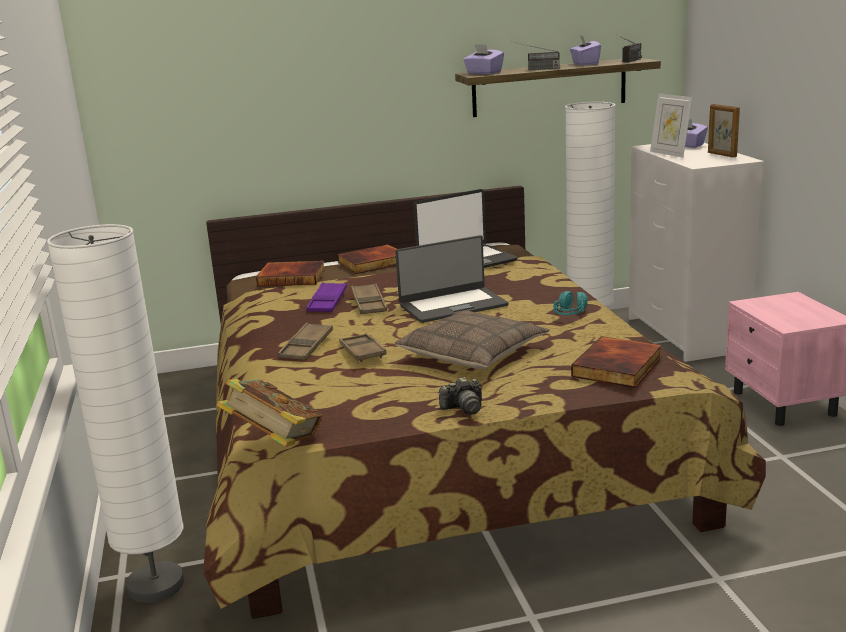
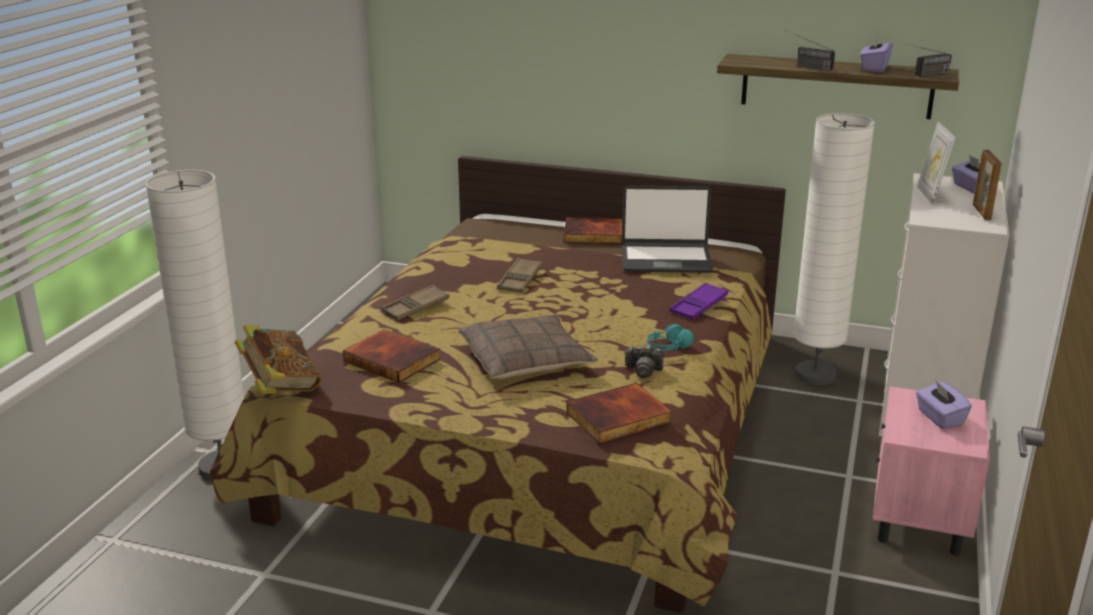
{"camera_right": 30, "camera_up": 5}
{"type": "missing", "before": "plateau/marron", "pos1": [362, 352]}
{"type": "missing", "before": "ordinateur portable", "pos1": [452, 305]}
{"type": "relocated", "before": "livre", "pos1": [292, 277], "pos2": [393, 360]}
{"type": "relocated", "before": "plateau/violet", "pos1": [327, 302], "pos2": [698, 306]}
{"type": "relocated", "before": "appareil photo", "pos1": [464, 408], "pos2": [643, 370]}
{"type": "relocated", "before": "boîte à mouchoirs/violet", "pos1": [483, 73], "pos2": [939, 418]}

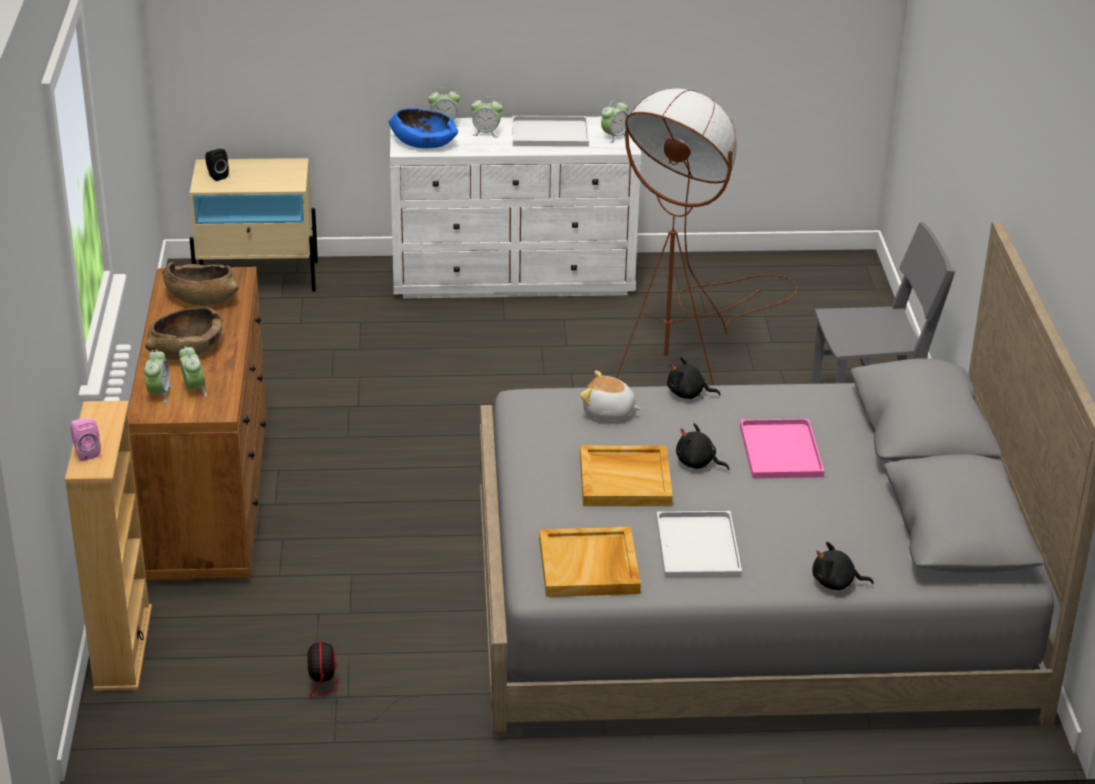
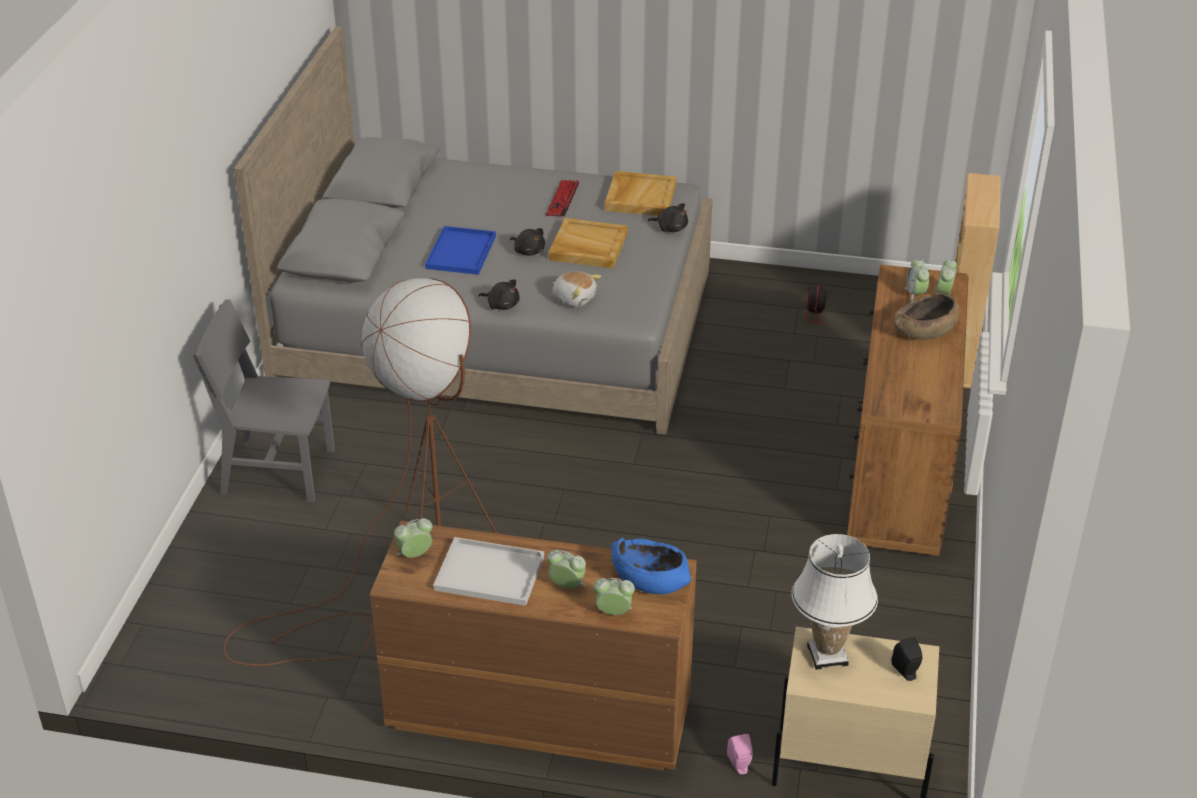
{"camera_right": -165, "camera_up": 5}
{"type": "missing", "before": "bol/marron", "pos1": [200, 297]}
{"type": "appeared", "after": "lampe de table/blanc", "pos2": [827, 655]}
{"type": "relocated", "before": "enceinte/rose", "pos1": [85, 452], "pos2": [740, 766]}
{"type": "relocated", "before": "peluche/noir", "pos1": [836, 583], "pos2": [670, 228]}
{"type": "exchanged", "before": "plateau/blanc", "after": "clavier", "pos1": [696, 545], "pos2": [562, 200]}
{"type": "colour", "before": "commode/blanc", "after": "commode/marron", "pos1": [515, 277], "pos2": [537, 713]}
{"type": "colour", "before": "plateau/rose", "after": "plateau/bleu", "pos1": [782, 452], "pos2": [460, 251]}

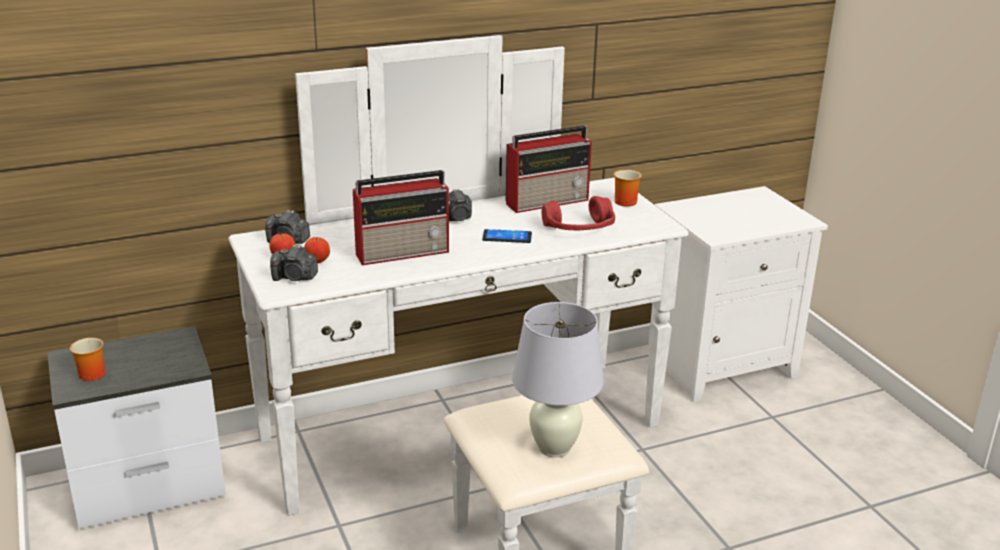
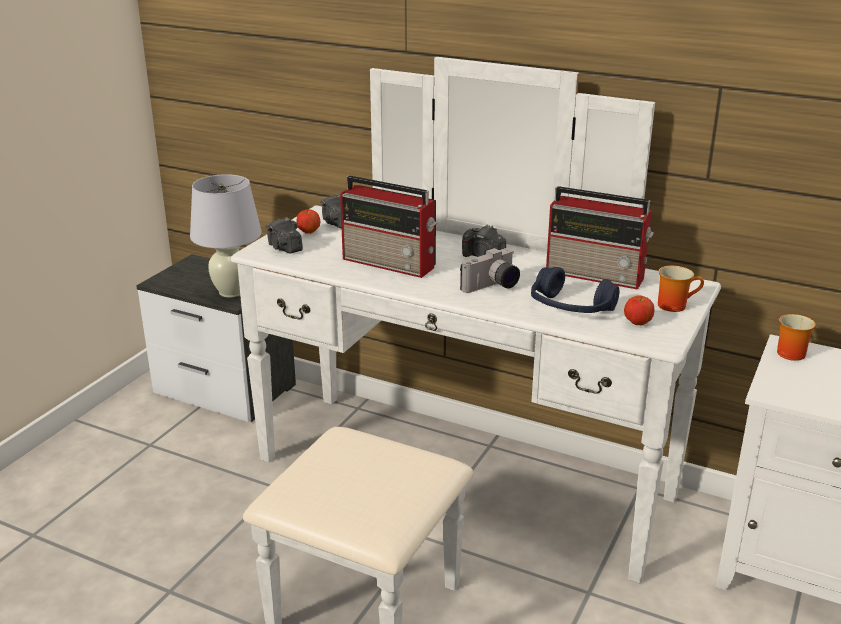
{"camera_right": 50, "camera_up": 0}
{"type": "relocated", "before": "mug", "pos1": [88, 373], "pos2": [788, 352]}
{"type": "relocated", "before": "pomme", "pos1": [317, 261], "pos2": [637, 323]}
{"type": "relocated", "before": "lampe de table/blanc", "pos1": [554, 447], "pos2": [232, 292]}
{"type": "exchanged", "before": "téléphone", "after": "appareil photo", "pos1": [507, 237], "pos2": [492, 287]}
{"type": "colour", "before": "casque audio/rouge", "after": "casque audio/bleu", "pos1": [579, 229], "pos2": [570, 308]}

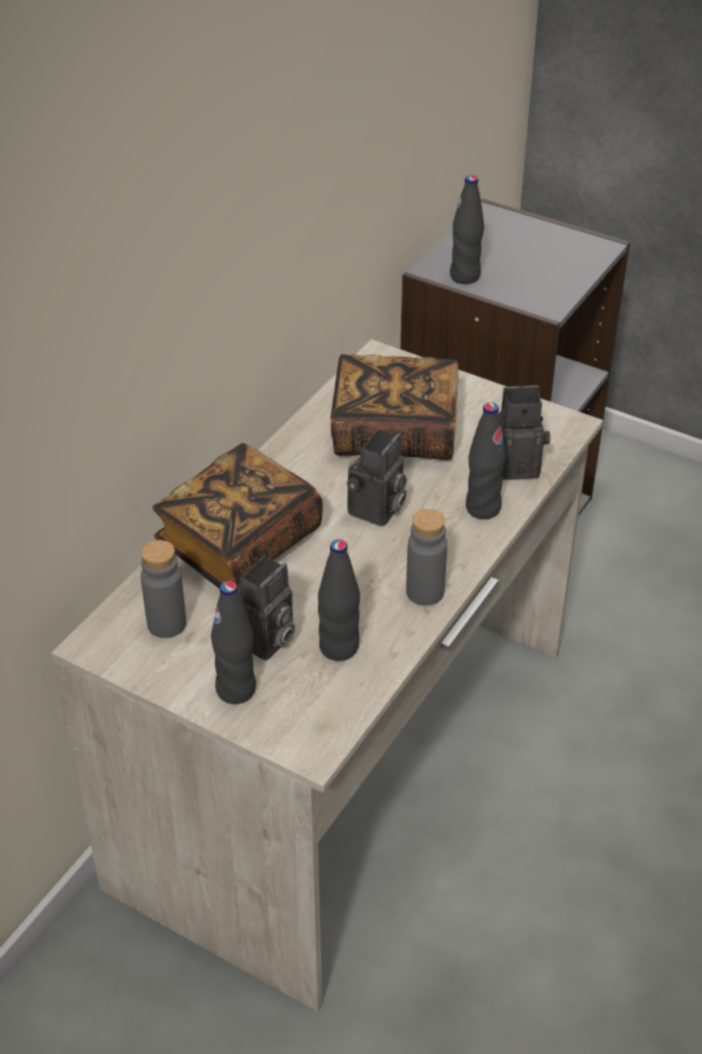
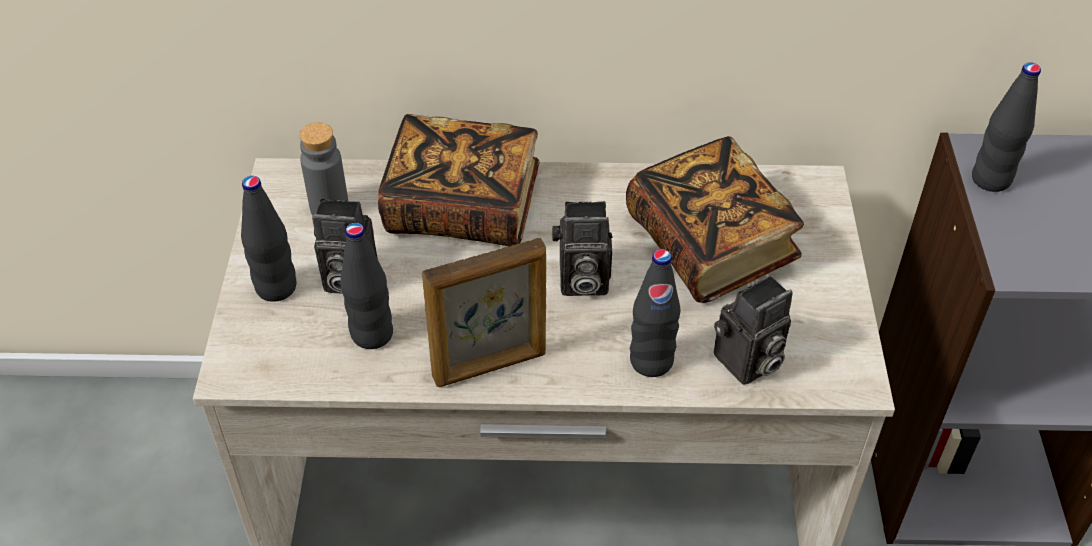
{"camera_right": 60, "camera_up": 5}
{"type": "exchanged", "before": "bouteille/gris", "after": "cadre photo", "pos1": [425, 592], "pos2": [490, 366]}
{"type": "spun", "before": "appareil photo", "pos1": [518, 464], "pos2": [747, 363], "turn": 90}

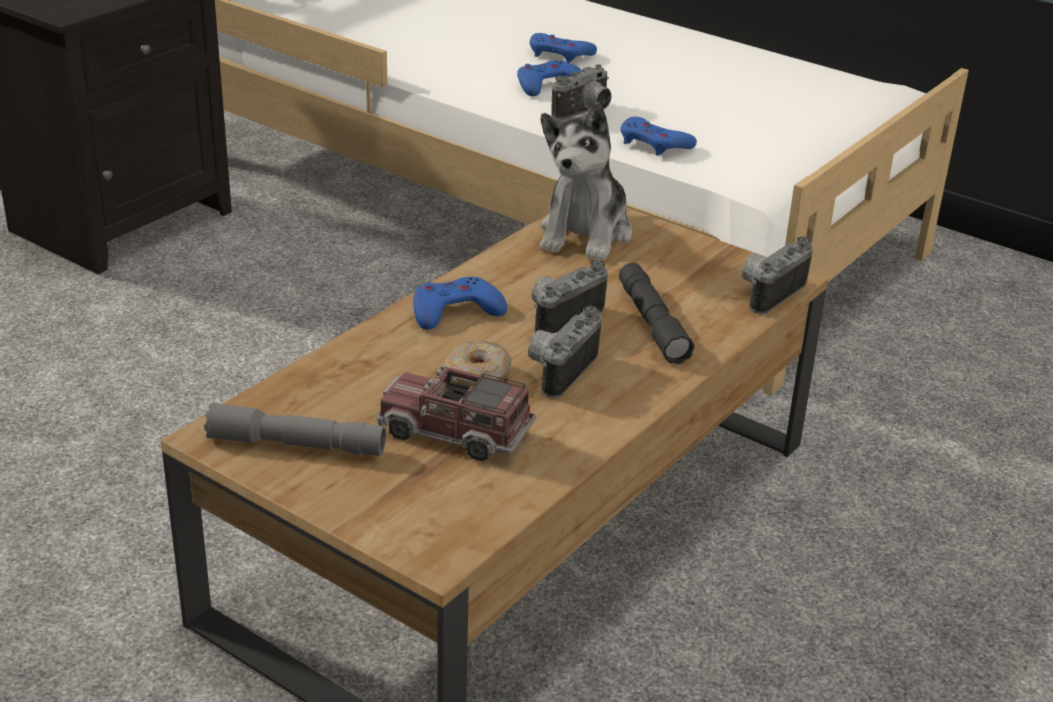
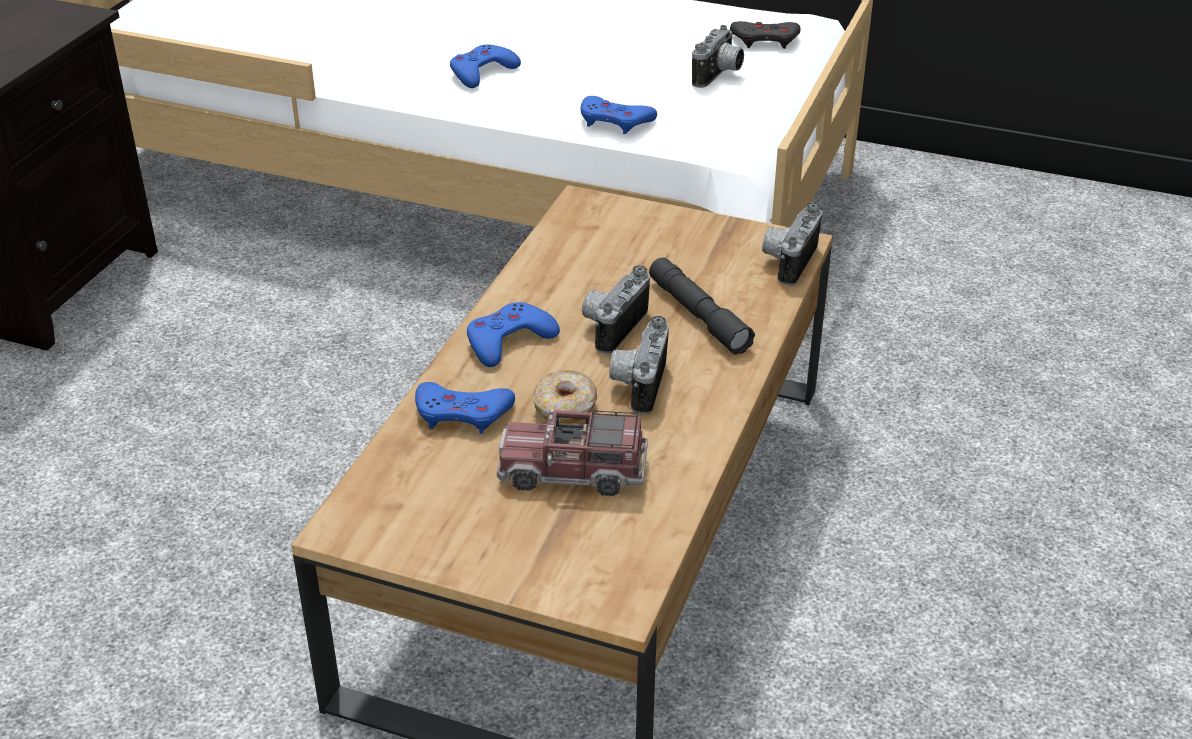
{"camera_right": -15, "camera_up": 5}
{"type": "missing", "before": "lampe de poche/gris", "pos1": [296, 445]}
{"type": "missing", "before": "peluche", "pos1": [585, 234]}
{"type": "appeared", "after": "manette/gris", "pos2": [765, 40]}
{"type": "relocated", "before": "manette/bleu", "pos1": [559, 54], "pos2": [463, 413]}
{"type": "relocated", "before": "appareil photo", "pos1": [585, 113], "pos2": [719, 76]}

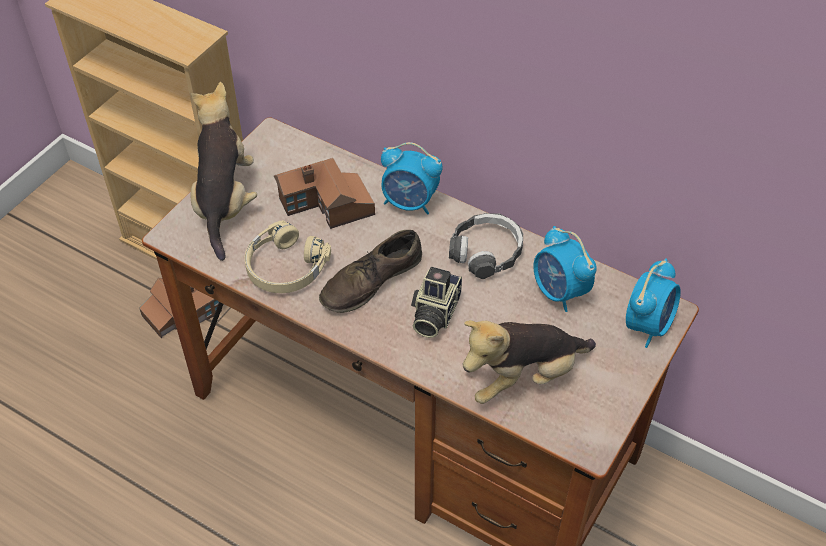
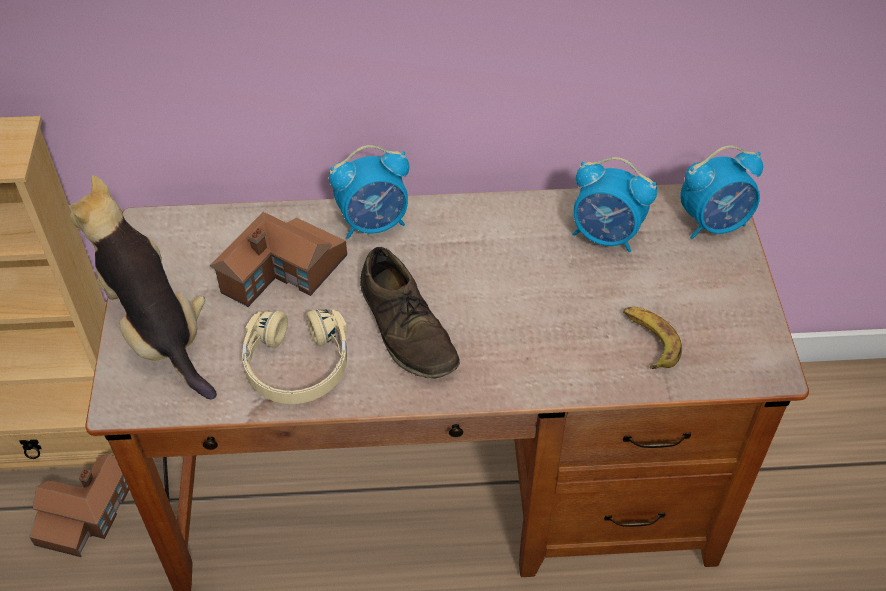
{"camera_right": -35, "camera_up": 0}
{"type": "missing", "before": "appareil photo", "pos1": [433, 313]}
{"type": "missing", "before": "casque audio", "pos1": [486, 252]}
{"type": "exchanged", "before": "peluche", "after": "banane", "pos1": [522, 377], "pos2": [649, 340]}
{"type": "spun", "before": "chaussure/marron", "pos1": [371, 281], "pos2": [407, 328], "turn": -45}
{"type": "spun", "before": "réveil", "pos1": [648, 325], "pos2": [714, 223], "turn": 75}

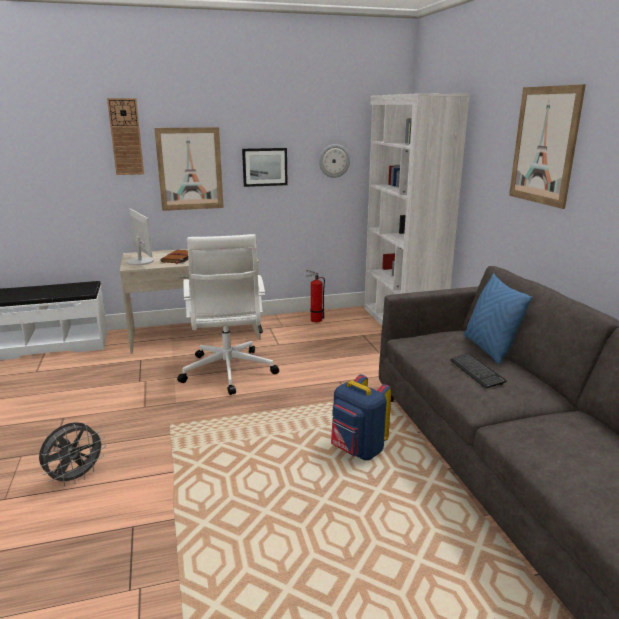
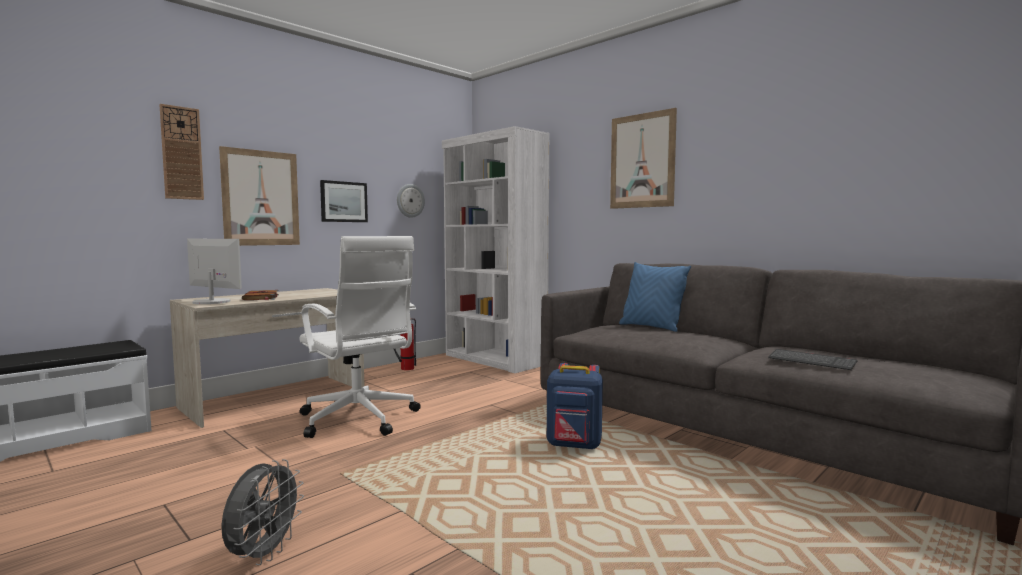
{"camera_right": -30, "camera_up": -15}
{"type": "relocated", "before": "clavier", "pos1": [476, 372], "pos2": [811, 361]}

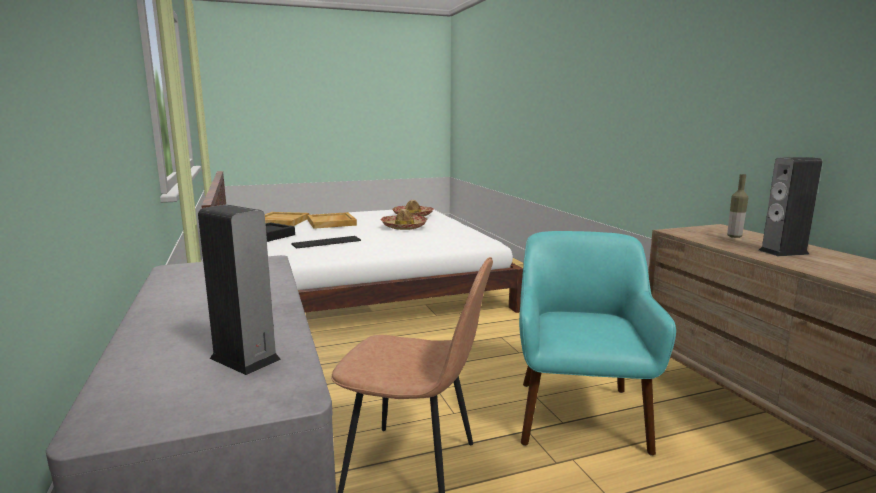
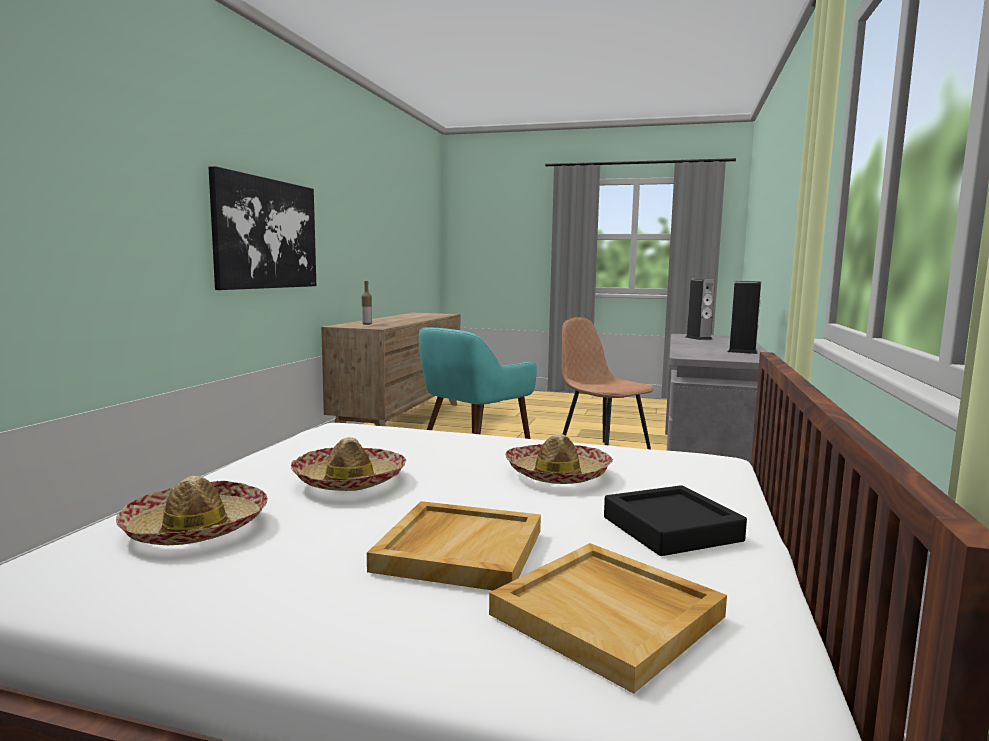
{"camera_right": -145, "camera_up": -5}
{"type": "appeared", "after": "tableau", "pos2": [266, 234]}
{"type": "relocated", "before": "enceinte", "pos1": [783, 252], "pos2": [742, 351]}
{"type": "exchanged", "before": "clavier", "after": "chapeau", "pos1": [327, 242], "pos2": [558, 474]}

